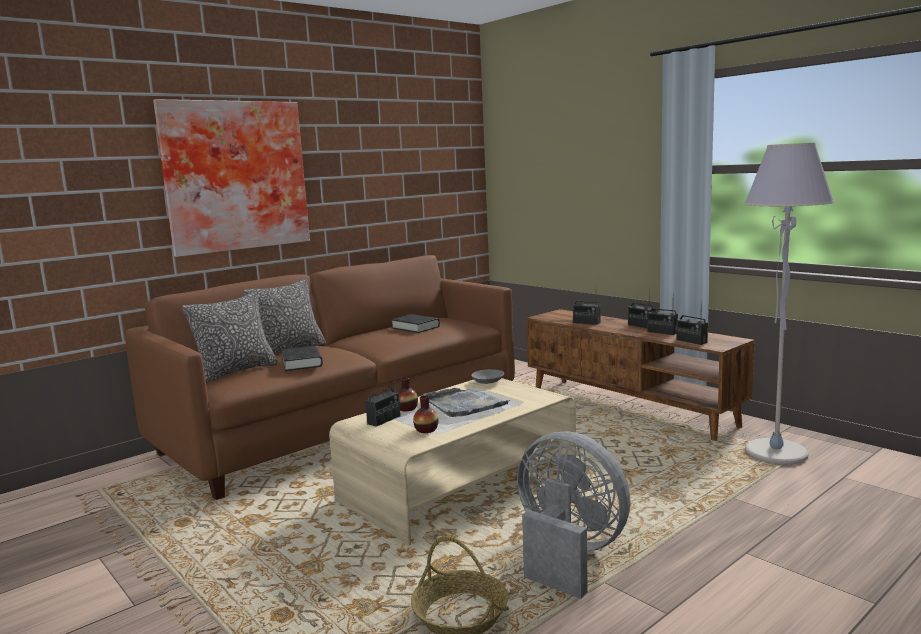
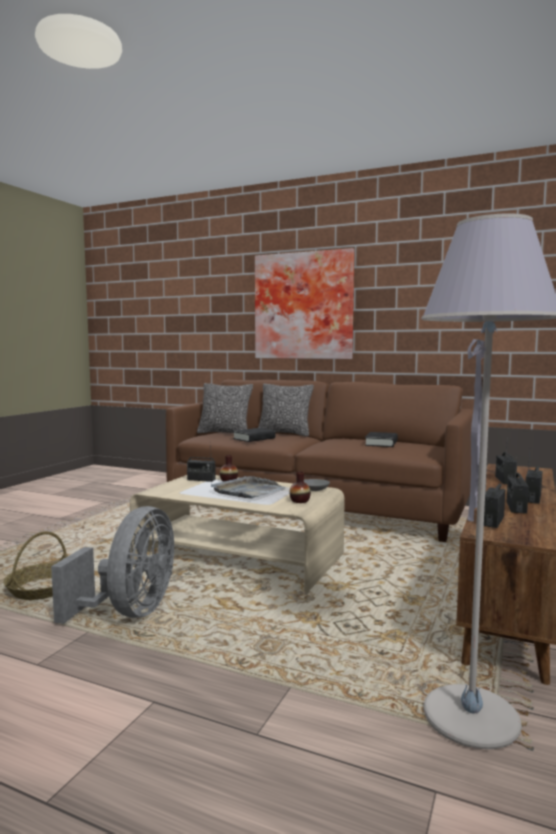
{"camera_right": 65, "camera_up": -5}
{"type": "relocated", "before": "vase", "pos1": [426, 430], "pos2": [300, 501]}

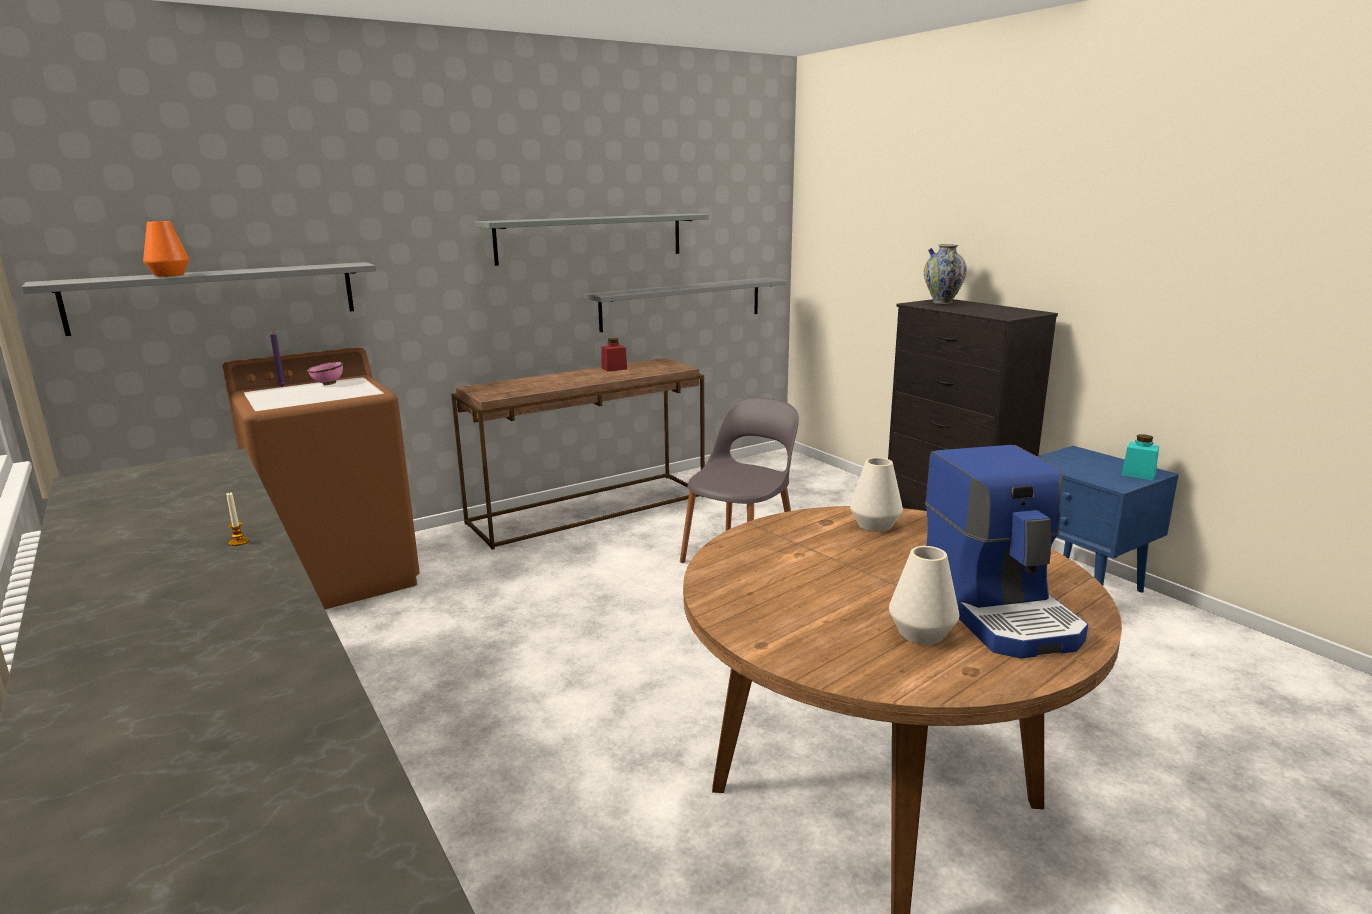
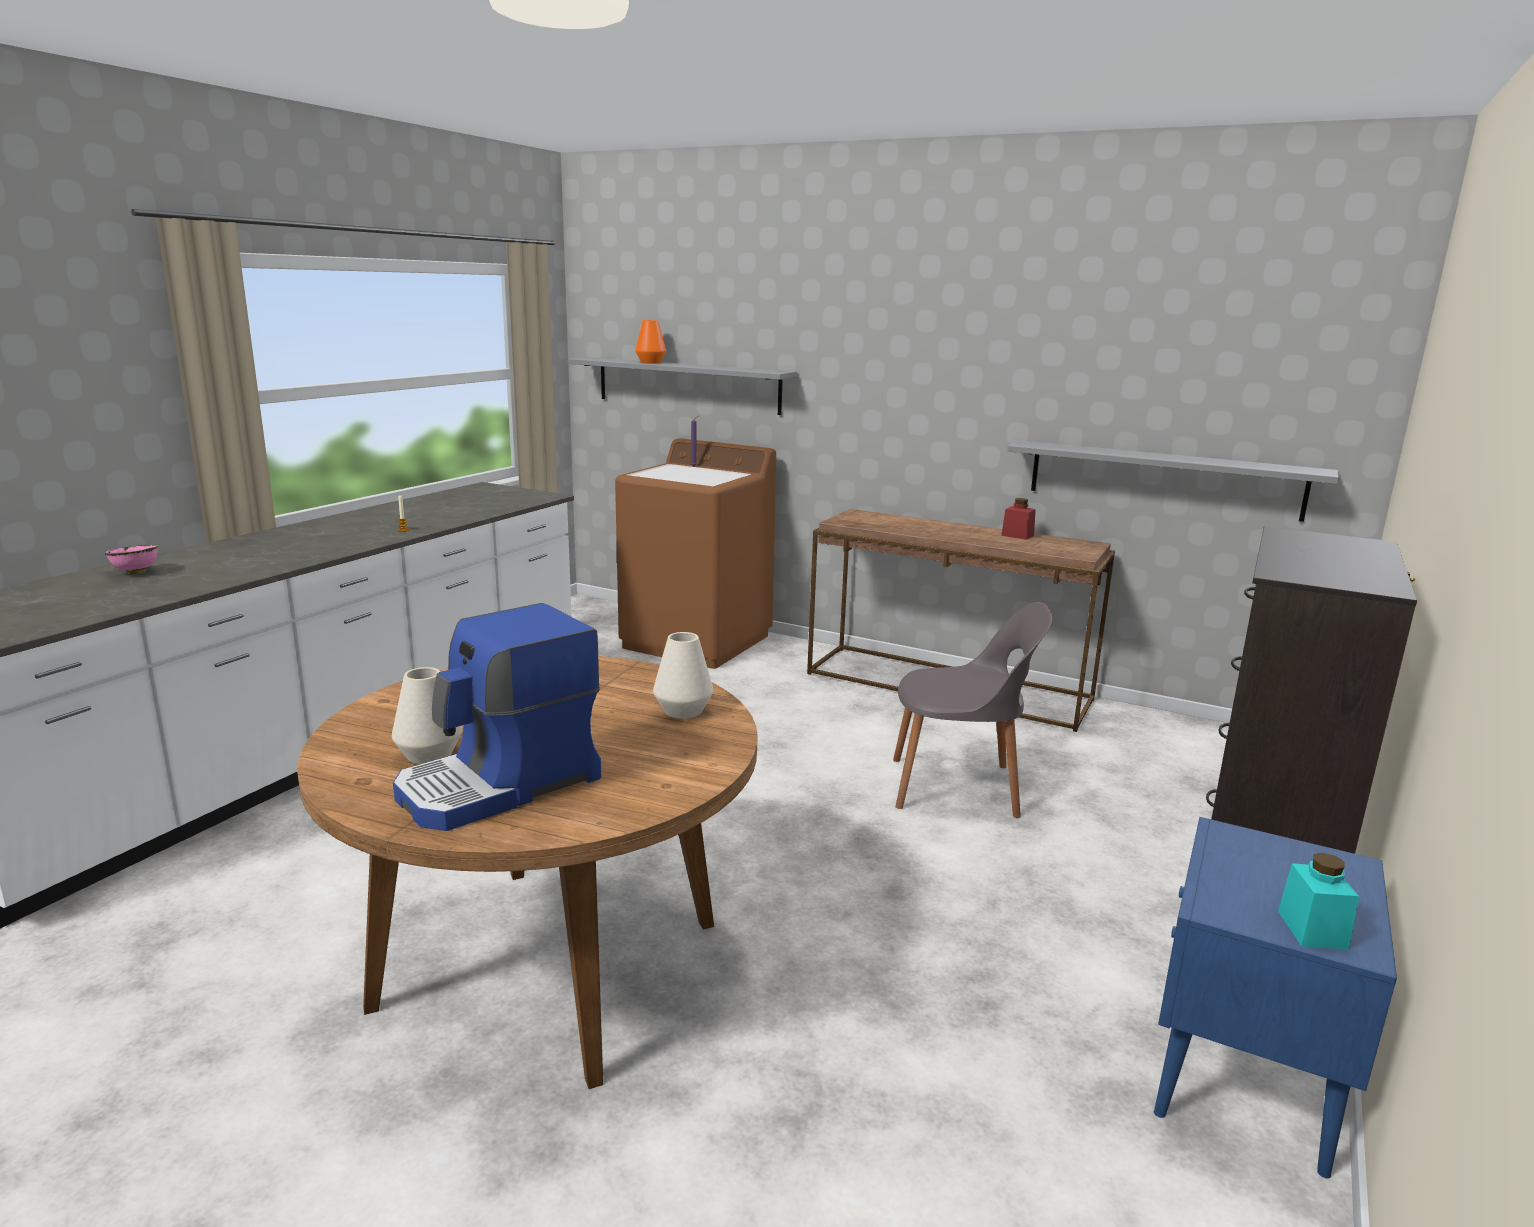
{"camera_right": 60, "camera_up": 0}
{"type": "missing", "before": "étagère/gris", "pos1": [591, 238]}
{"type": "missing", "before": "vase", "pos1": [942, 302]}
{"type": "relocated", "before": "bol/rose", "pos1": [328, 384], "pos2": [135, 573]}

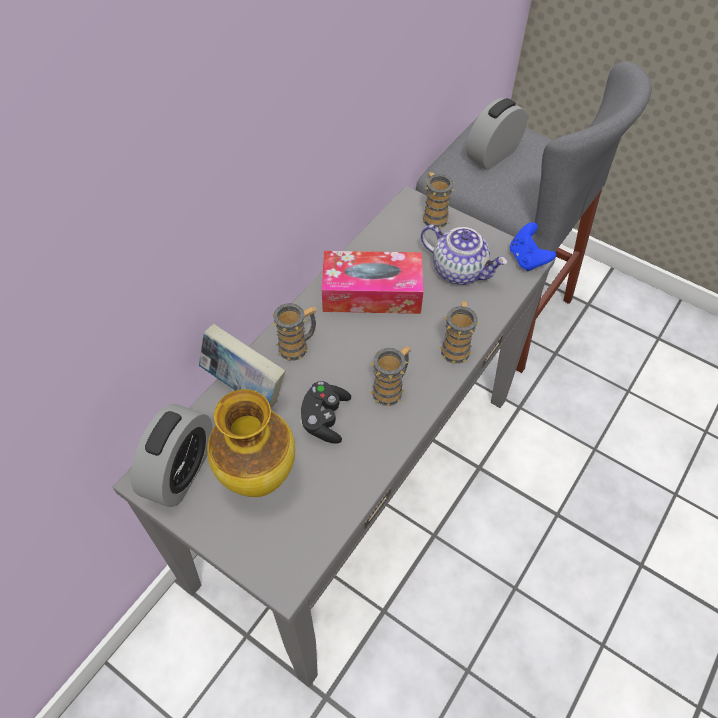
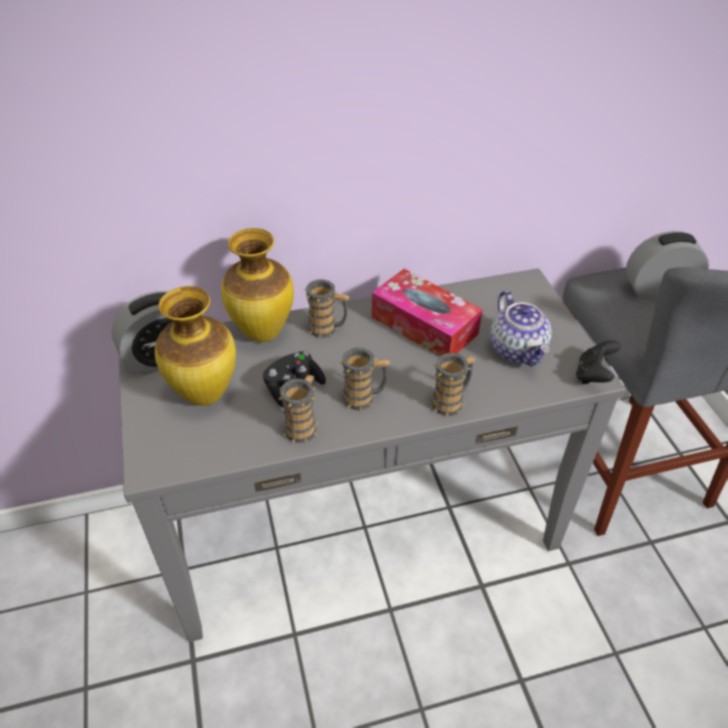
{"camera_right": 40, "camera_up": -10}
{"type": "relocated", "before": "mug", "pos1": [433, 216], "pos2": [303, 426]}
{"type": "exchanged", "before": "livre", "after": "vase", "pos1": [245, 388], "pos2": [261, 333]}
{"type": "colour", "before": "manette/bleu", "after": "manette/noir", "pos1": [527, 259], "pos2": [593, 375]}

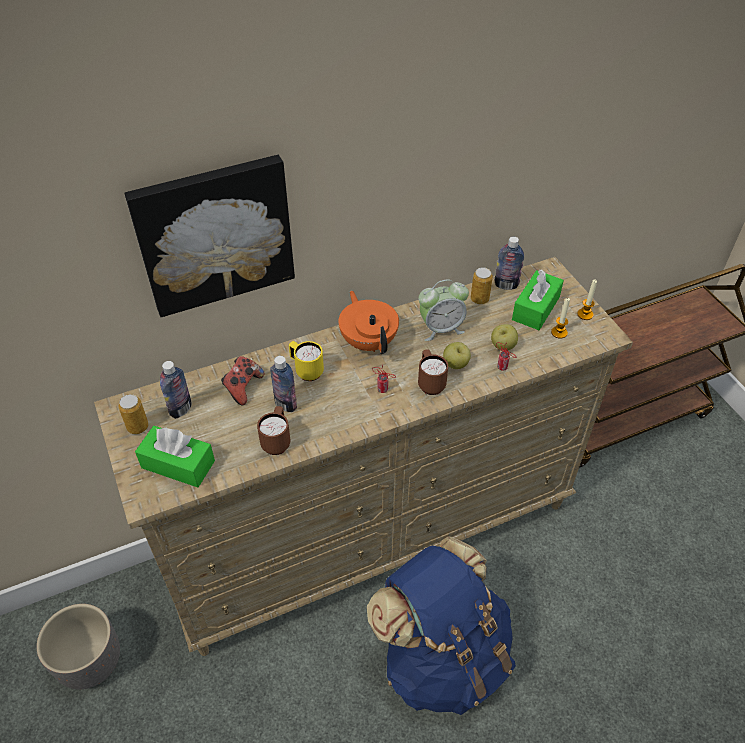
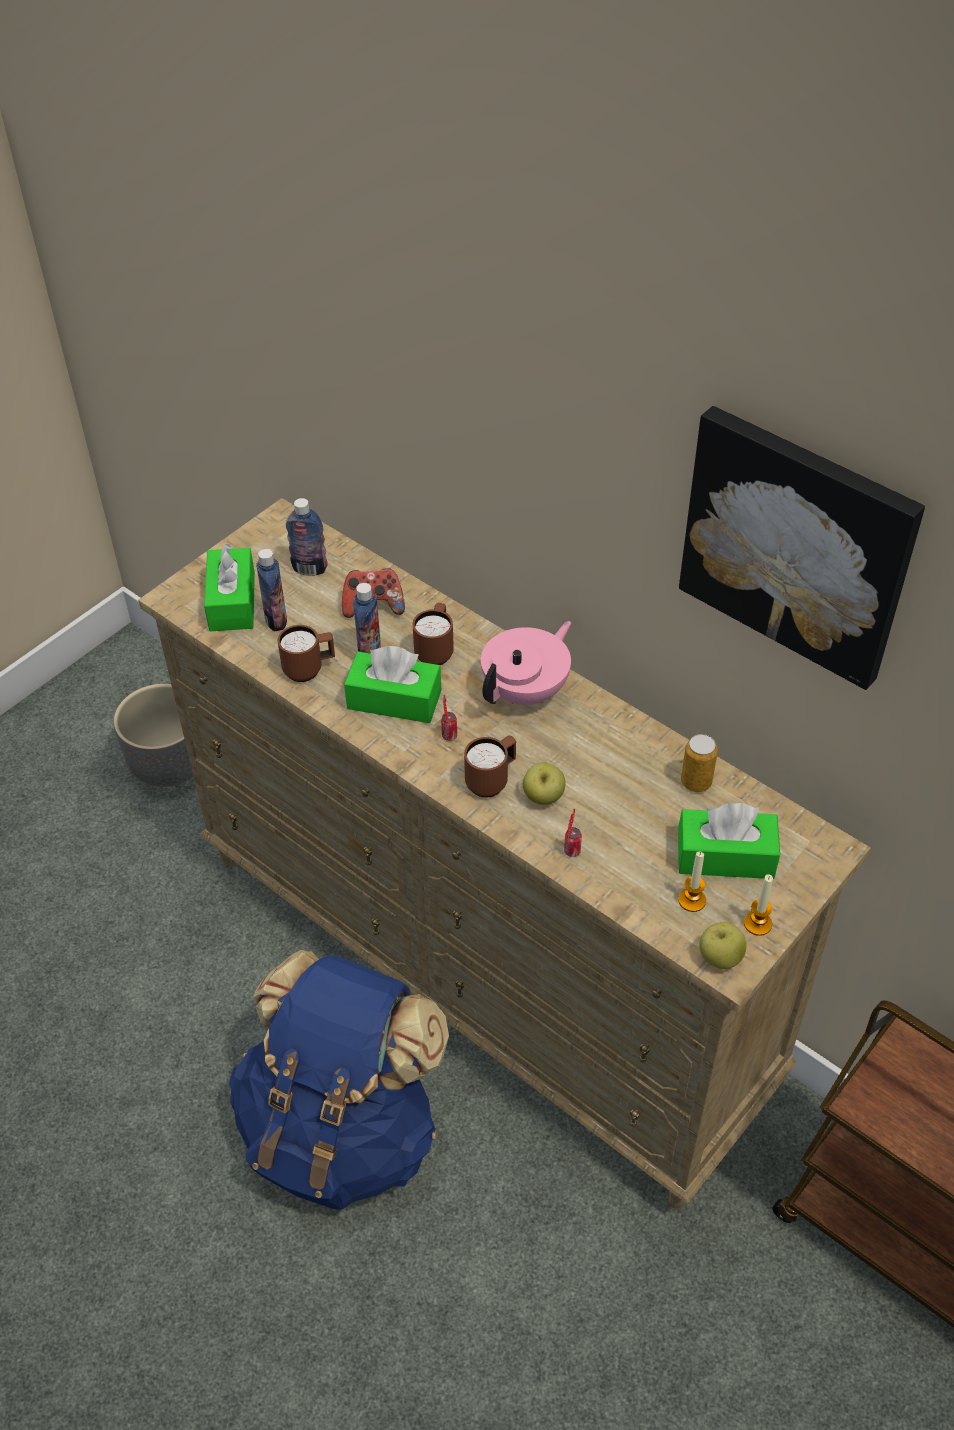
{"camera_right": 65, "camera_up": 0}
{"type": "missing", "before": "boîte métallique", "pos1": [138, 427]}
{"type": "missing", "before": "réveil", "pos1": [441, 328]}
{"type": "appeared", "after": "boîte à mouchoirs/vert", "pos2": [394, 700]}
{"type": "relocated", "before": "tableau", "pos1": [214, 234], "pos2": [798, 544]}
{"type": "relocated", "before": "pomme", "pos1": [503, 346], "pos2": [720, 958]}
{"type": "relocated", "before": "bouteille", "pos1": [506, 285], "pos2": [276, 619]}
{"type": "colour", "before": "mug/jaune", "after": "mug/marron", "pos1": [306, 371], "pos2": [435, 650]}
{"type": "colour", "before": "théière/orange", "after": "théière/rose", "pos1": [369, 341], "pos2": [526, 691]}

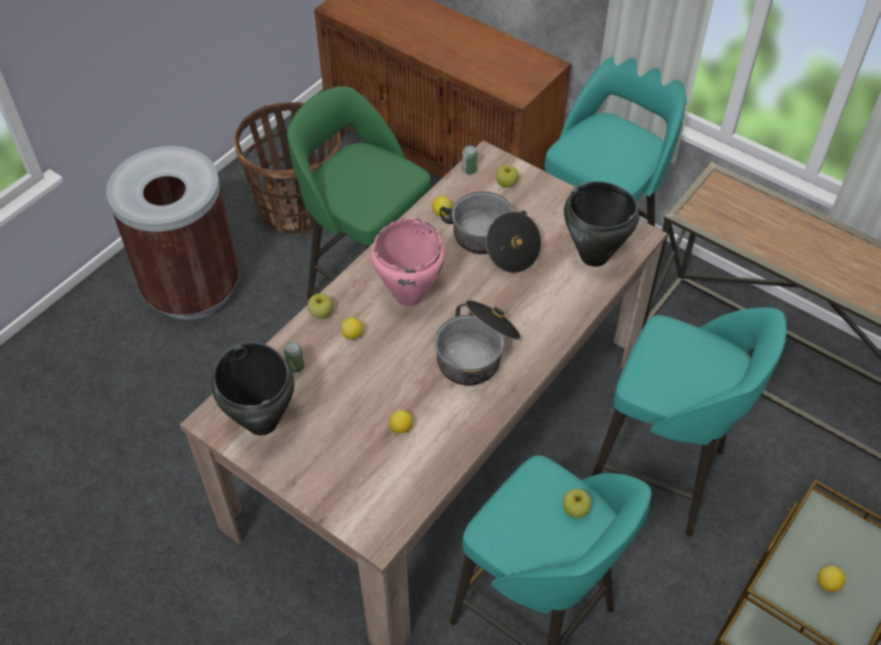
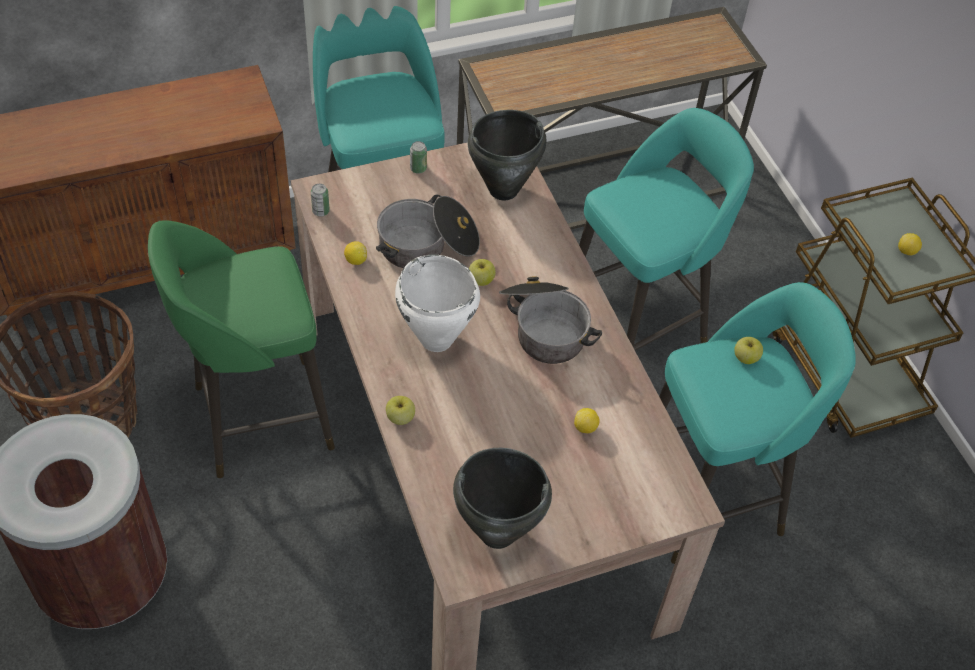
{"camera_right": -60, "camera_up": 0}
{"type": "missing", "before": "citron", "pos1": [352, 335]}
{"type": "relocated", "before": "boîte métallique", "pos1": [296, 366], "pos2": [418, 169]}
{"type": "relocated", "before": "pomme", "pos1": [506, 183], "pos2": [481, 280]}
{"type": "colour", "before": "marmite/rose", "after": "marmite/blanc", "pos1": [408, 295], "pos2": [436, 340]}

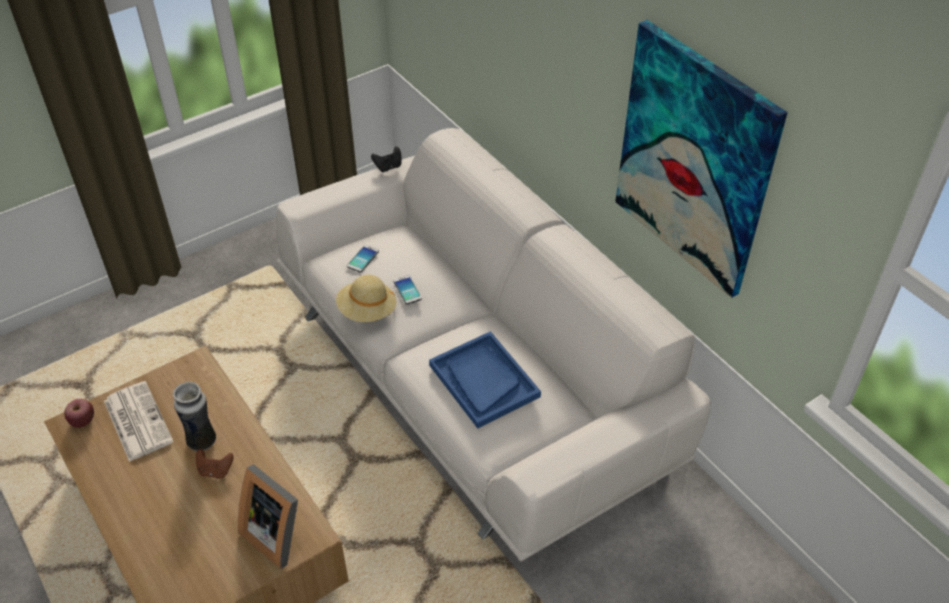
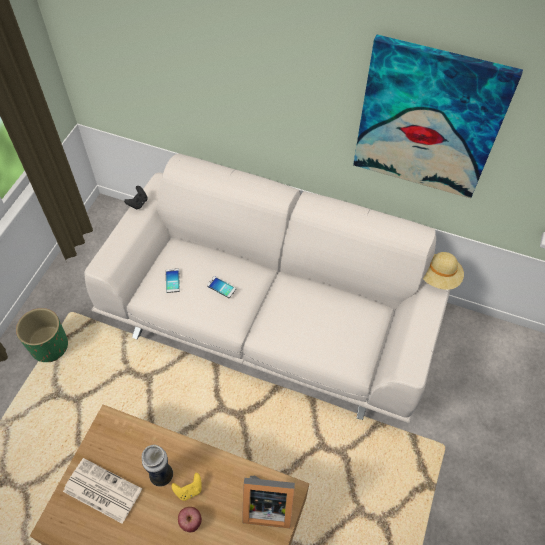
{"camera_right": -35, "camera_up": 10}
{"type": "missing", "before": "plateau/bleu", "pos1": [483, 381]}
{"type": "appeared", "after": "cache-pot/vert", "pos2": [49, 346]}
{"type": "relocated", "before": "pomme", "pos1": [83, 421], "pos2": [190, 522]}
{"type": "relocated", "before": "chapeau/beige", "pos1": [367, 311], "pos2": [439, 277]}
{"type": "colour", "before": "manette/marron", "after": "manette/jaune", "pos1": [215, 470], "pos2": [189, 490]}

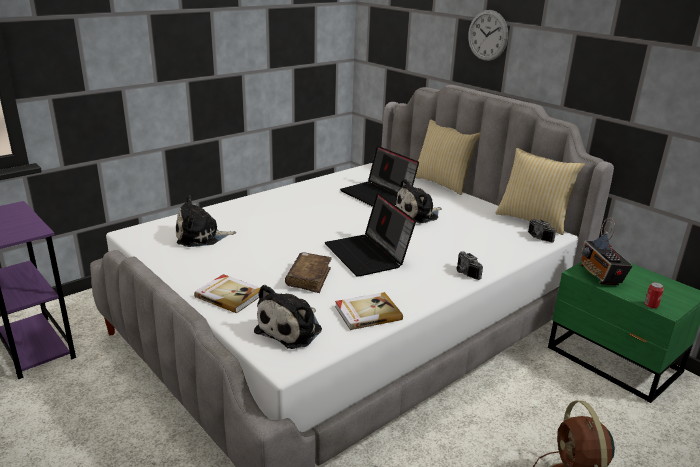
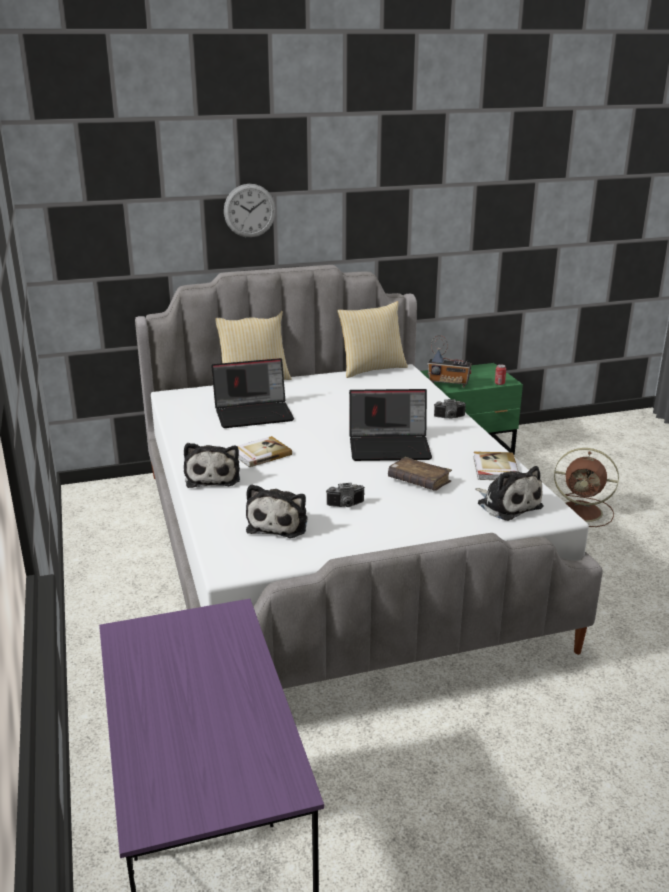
{"camera_right": -65, "camera_up": 0}
{"type": "relocated", "before": "livre", "pos1": [229, 295], "pos2": [260, 454]}
{"type": "relocated", "before": "peluche", "pos1": [418, 214], "pos2": [213, 477]}
{"type": "relocated", "before": "appareil photo", "pos1": [537, 238], "pos2": [346, 506]}

